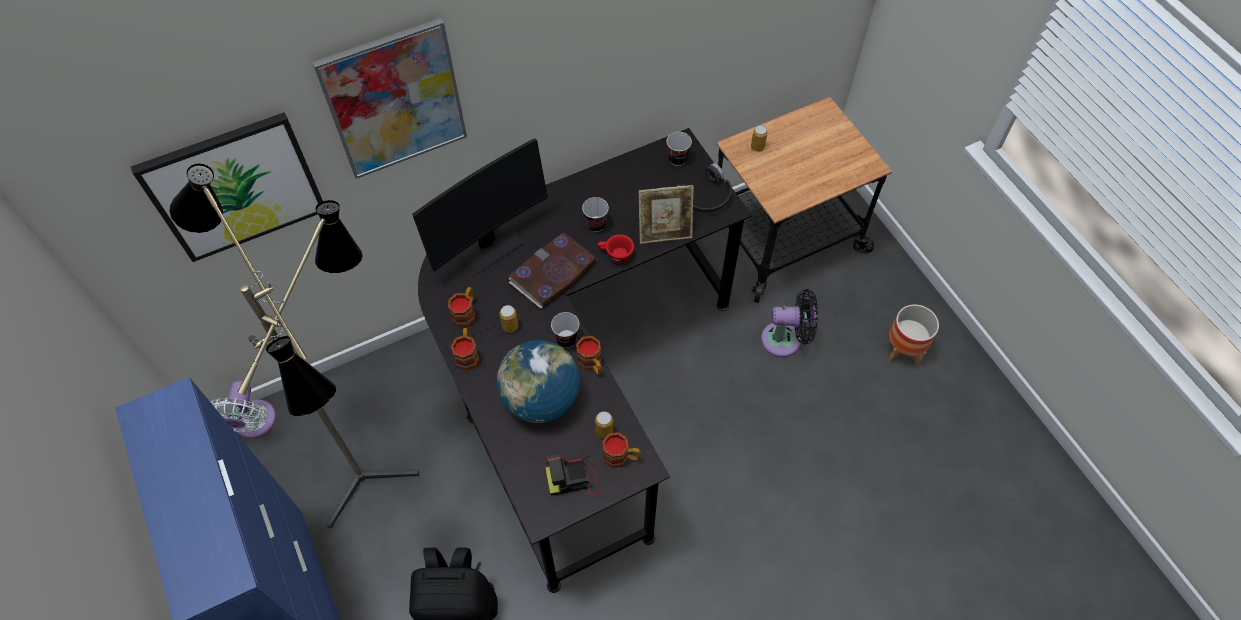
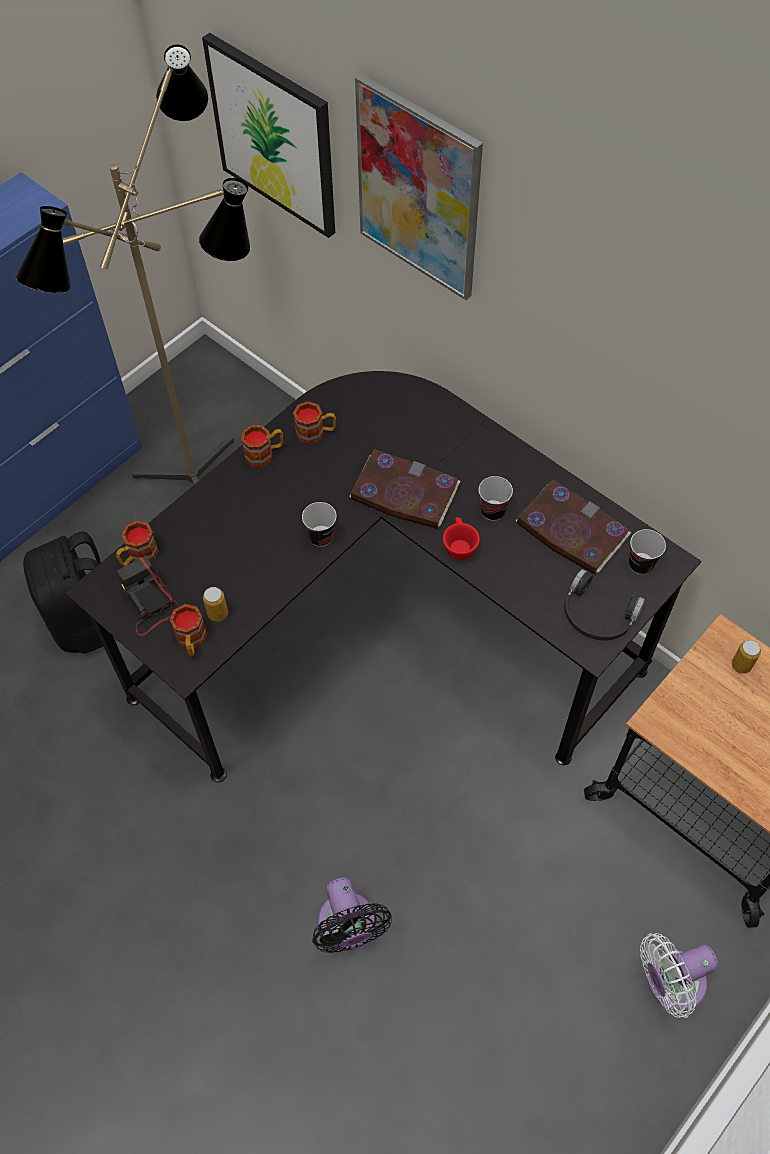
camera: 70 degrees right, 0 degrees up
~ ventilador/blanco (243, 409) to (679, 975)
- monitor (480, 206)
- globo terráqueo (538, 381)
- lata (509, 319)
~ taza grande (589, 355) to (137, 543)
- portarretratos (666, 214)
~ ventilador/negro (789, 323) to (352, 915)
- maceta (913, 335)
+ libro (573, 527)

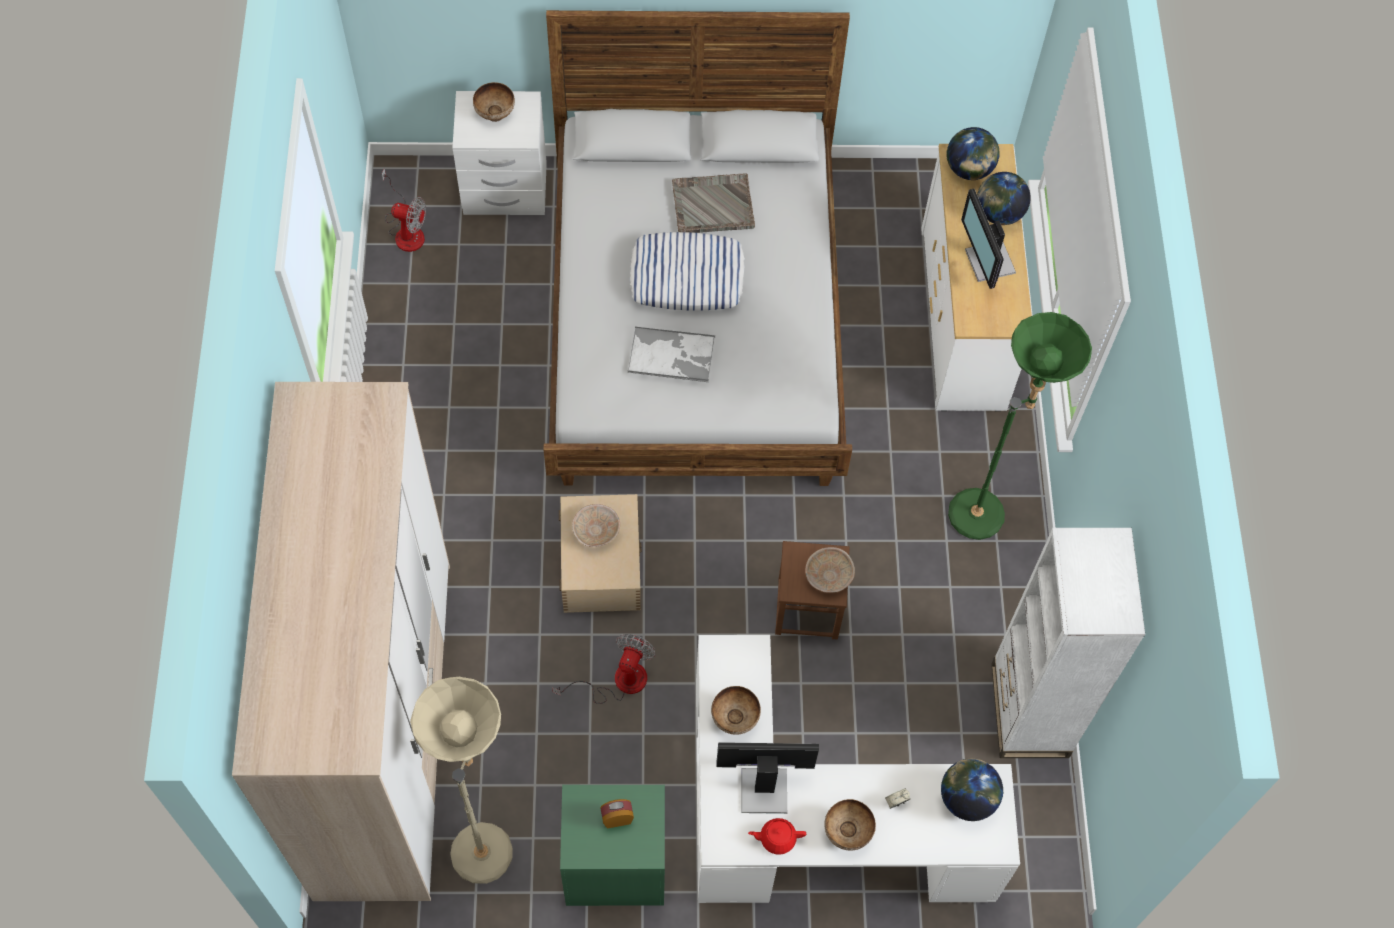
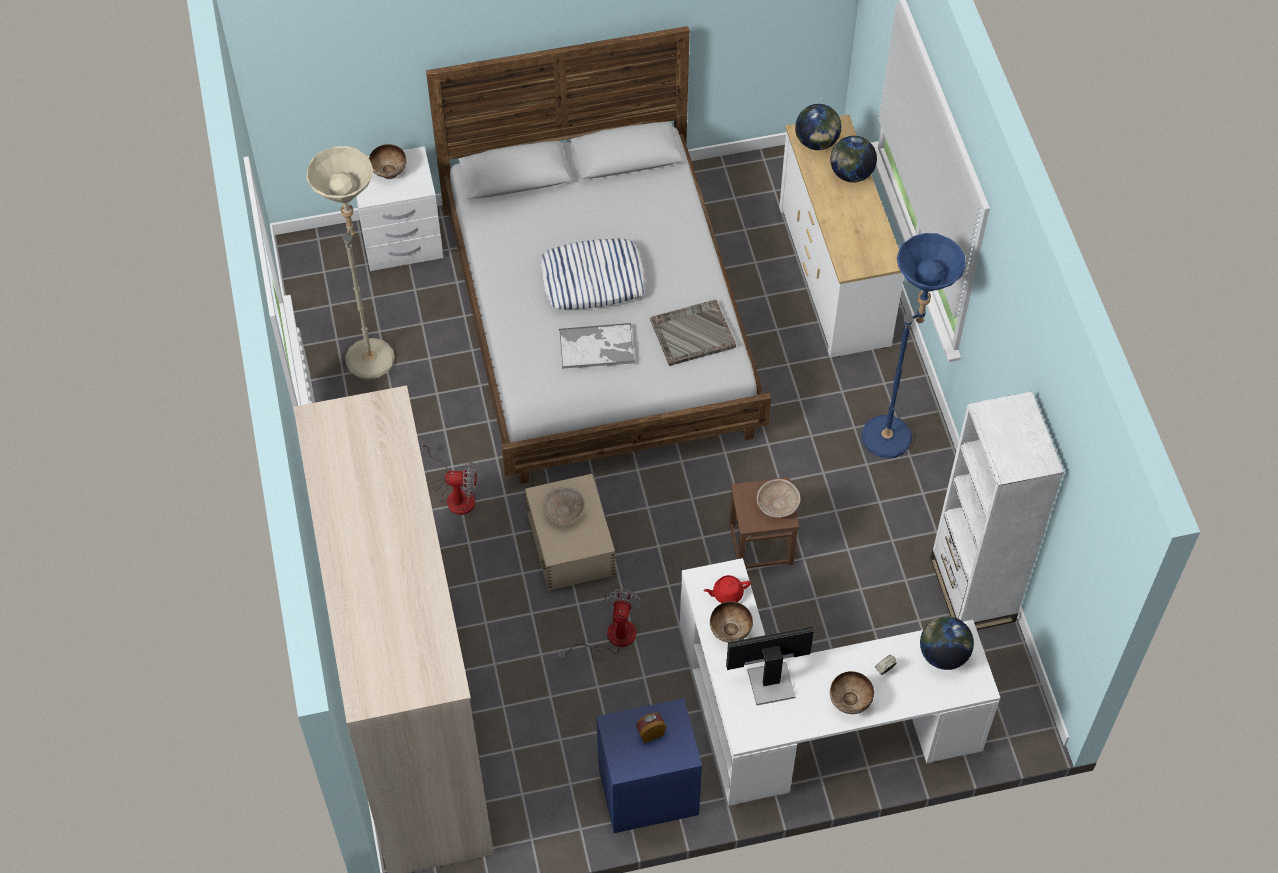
camera: 10 degrees left, 5 degrees down
~ ventilador (404, 210) to (449, 477)
~ lámpara de pie/beis (461, 780) to (350, 263)
~ mesita de noche/verde (612, 845) to mesita de noche/azul (649, 765)
~ bandeja/gris (713, 203) to (693, 333)
~ tetera/rojo (777, 836) to (727, 589)
~ lámpara de pie/verde (1020, 426) to lámpara de pie/azul (914, 345)
- monitor (988, 239)

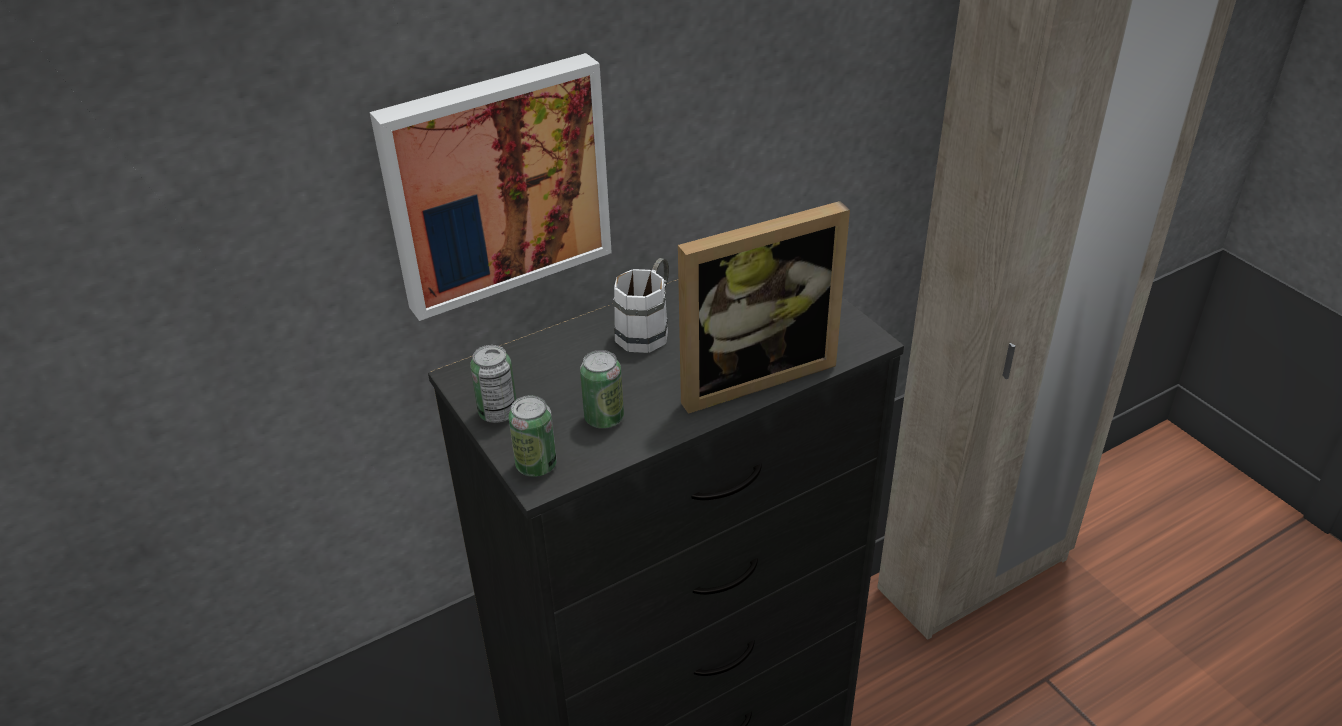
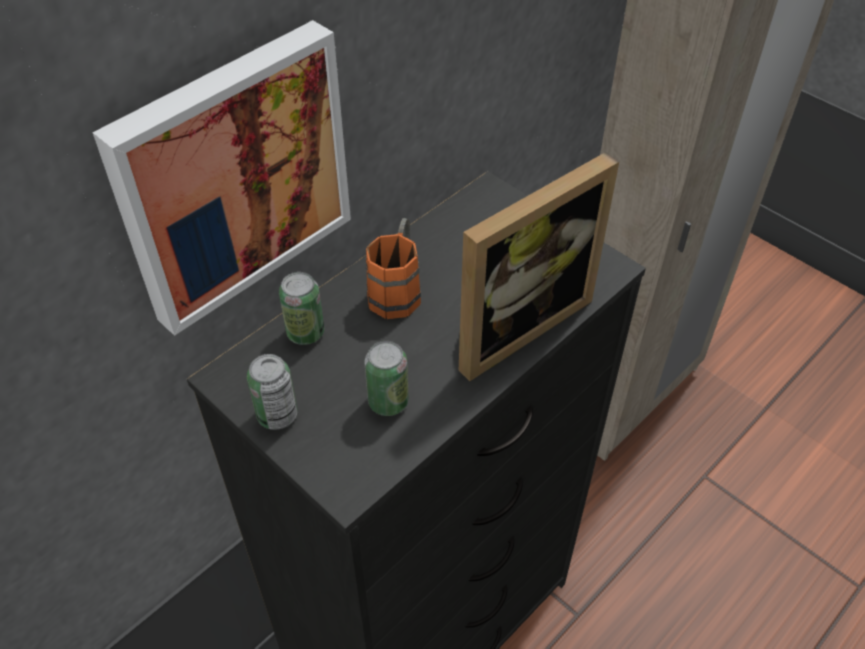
camera: 15 degrees left, 10 degrees up
~ lata (532, 436) to (301, 308)
~ taza grande/blanco (641, 305) to taza grande/naranja (393, 268)

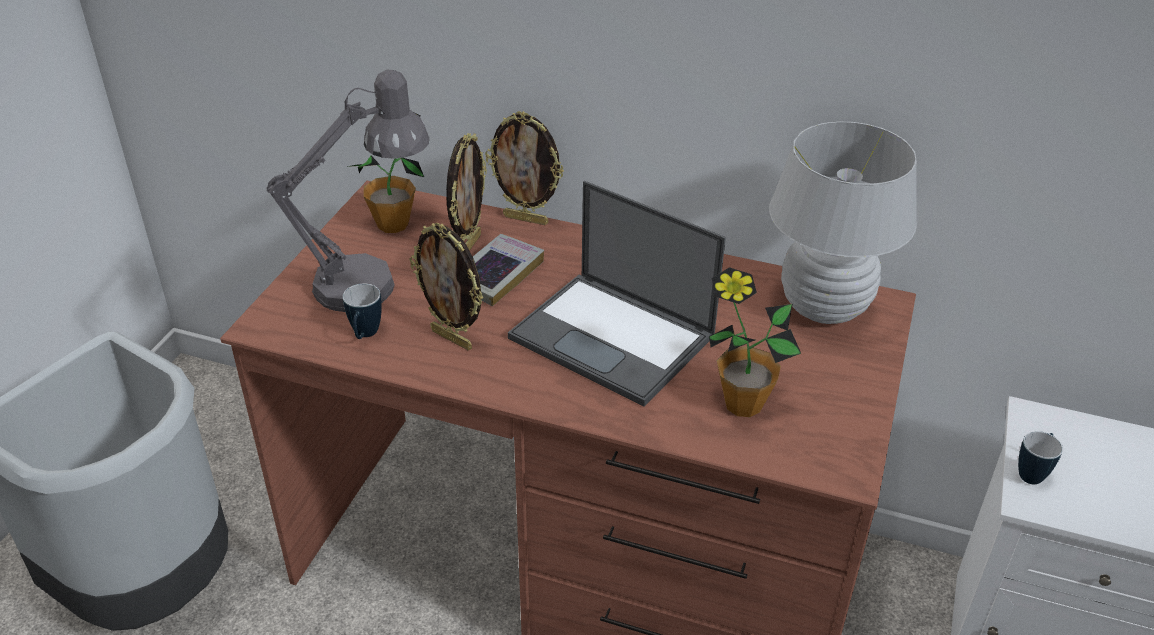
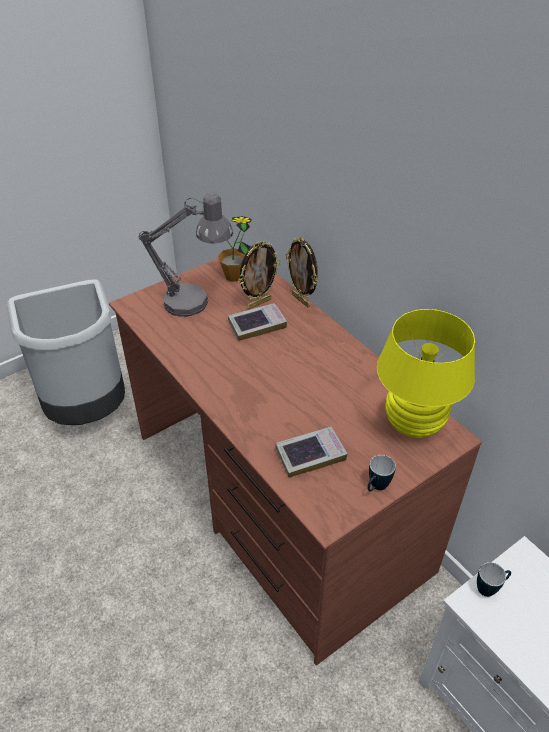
camera: 35 degrees right, 5 degrees up
~ taza grande (362, 311) to (381, 473)
- portarretratos (446, 286)
- portátil (617, 293)
~ planta en maceta (755, 342) to libro (311, 452)
~ lámpara de mesa/blanco (843, 223) to lámpara de mesa/amarillo (426, 373)

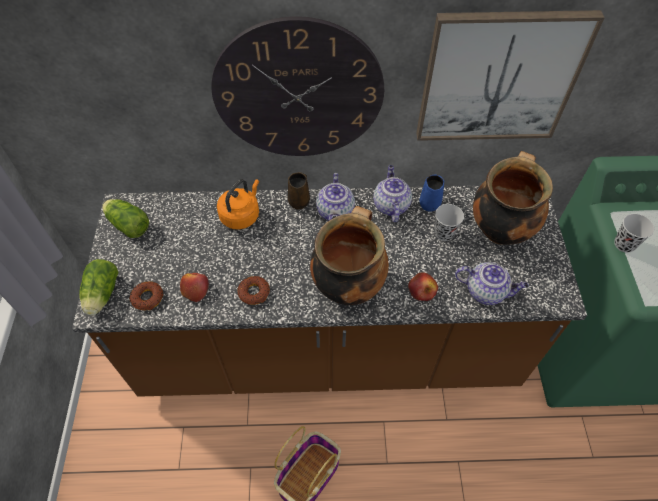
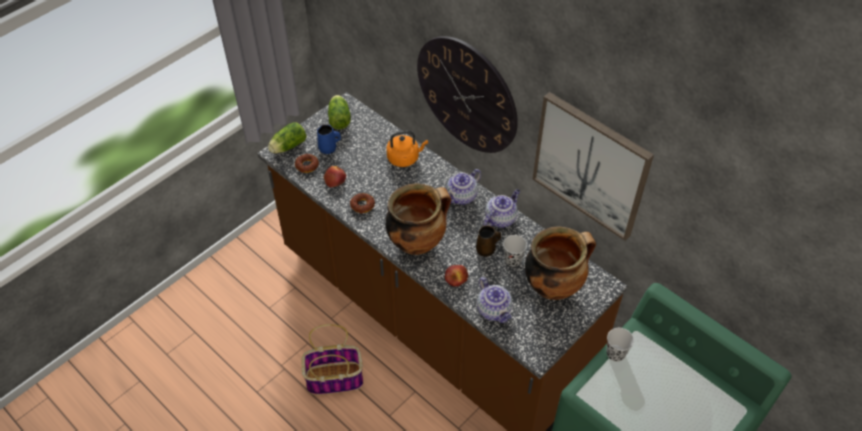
camera: 45 degrees right, 5 degrees down
~ taza grande/marrón (299, 191) to (488, 241)
~ taza grande/azul (431, 193) to (329, 139)

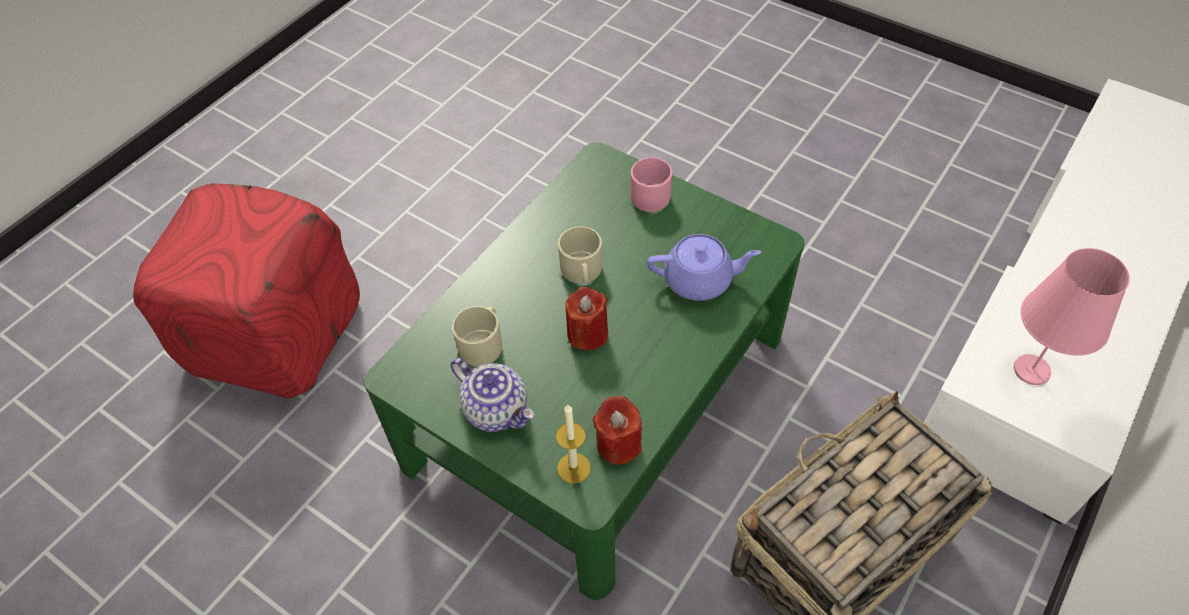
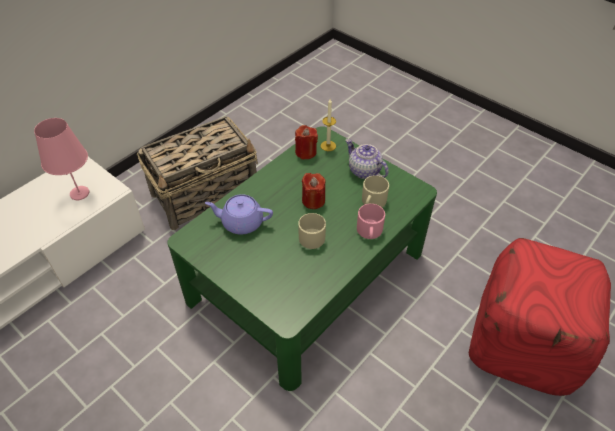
camera: 175 degrees left, 5 degrees down
~ taza grande/rosa (651, 185) to (371, 221)

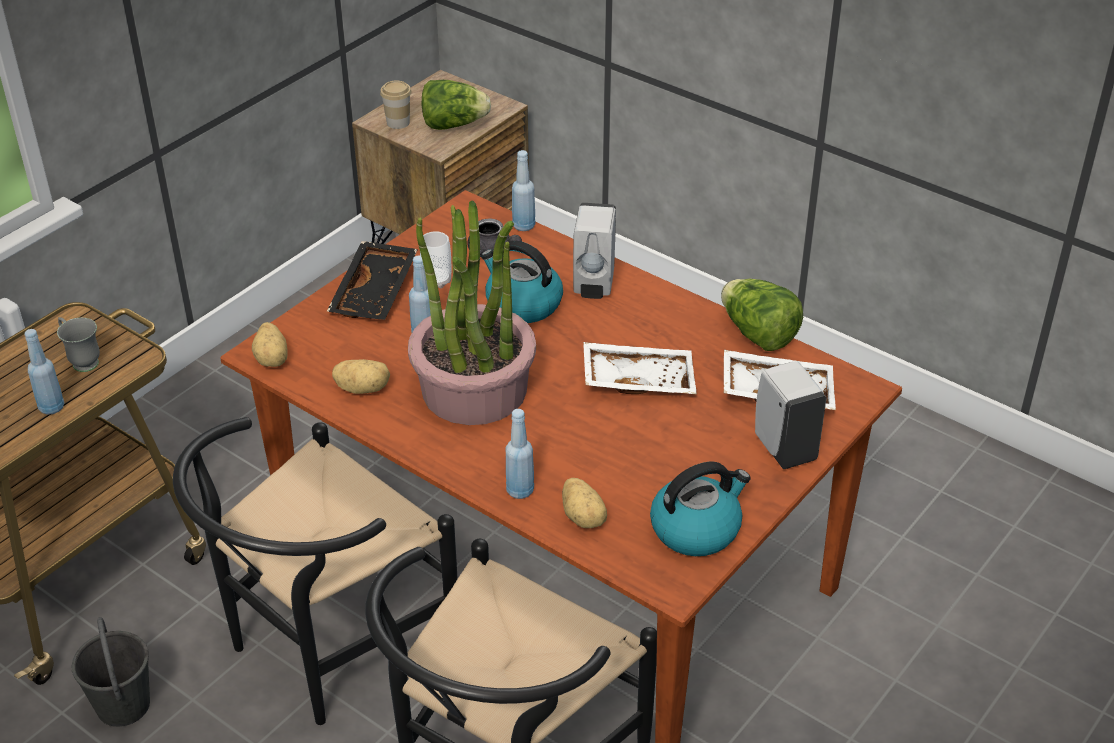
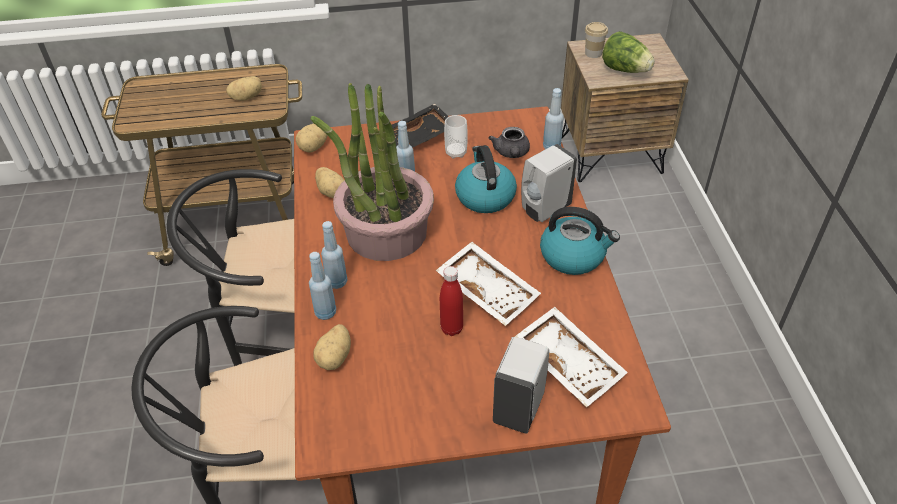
camera: 45 degrees right, 5 degrees up
~ botella/azul (45, 372) to (334, 255)
~ taza grande/gris (78, 344) to patata (244, 88)
- cubo/gris (111, 672)
~ hervidor (700, 509) to (580, 241)
- lechuga (762, 315)
+ botella/rojo (451, 301)

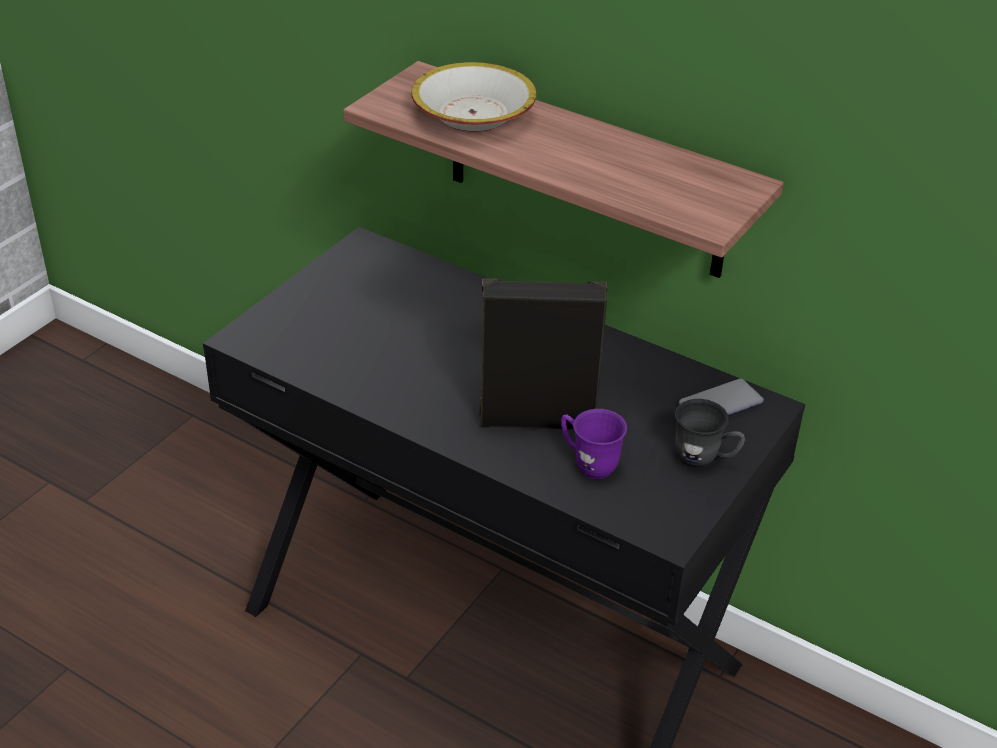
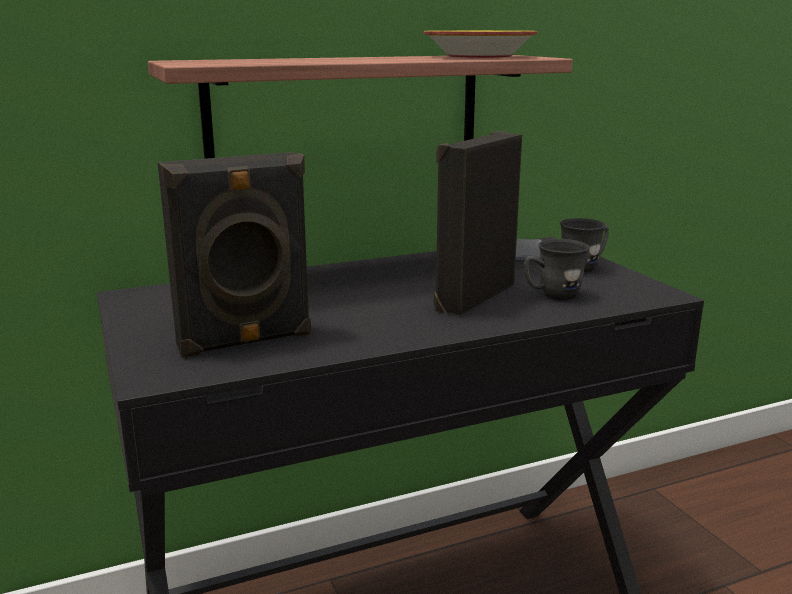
camera: 55 degrees left, 20 degrees down
~ cuenco (474, 97) to (480, 44)
~ taza grande/morado (594, 444) to taza grande/gris (556, 269)
+ altavoz/negro (234, 255)

